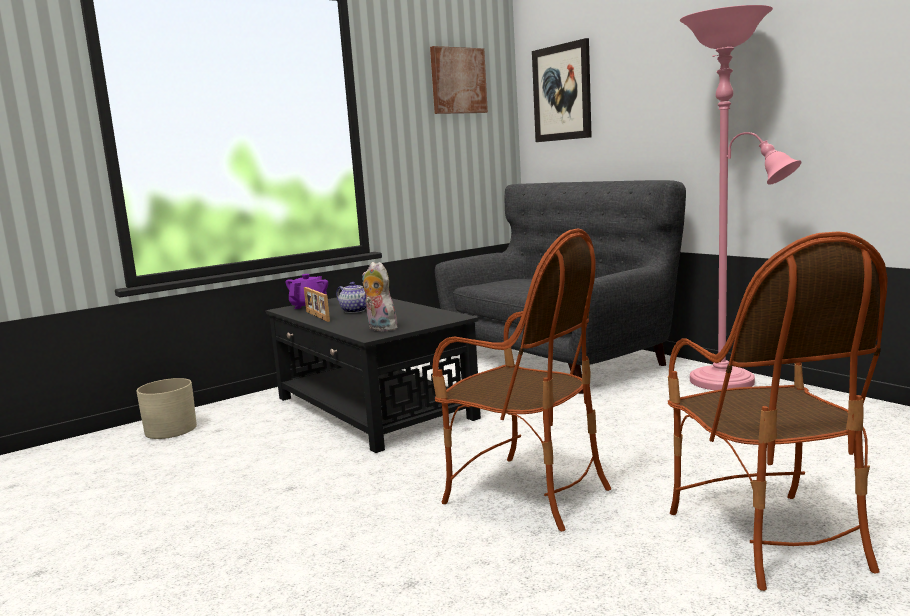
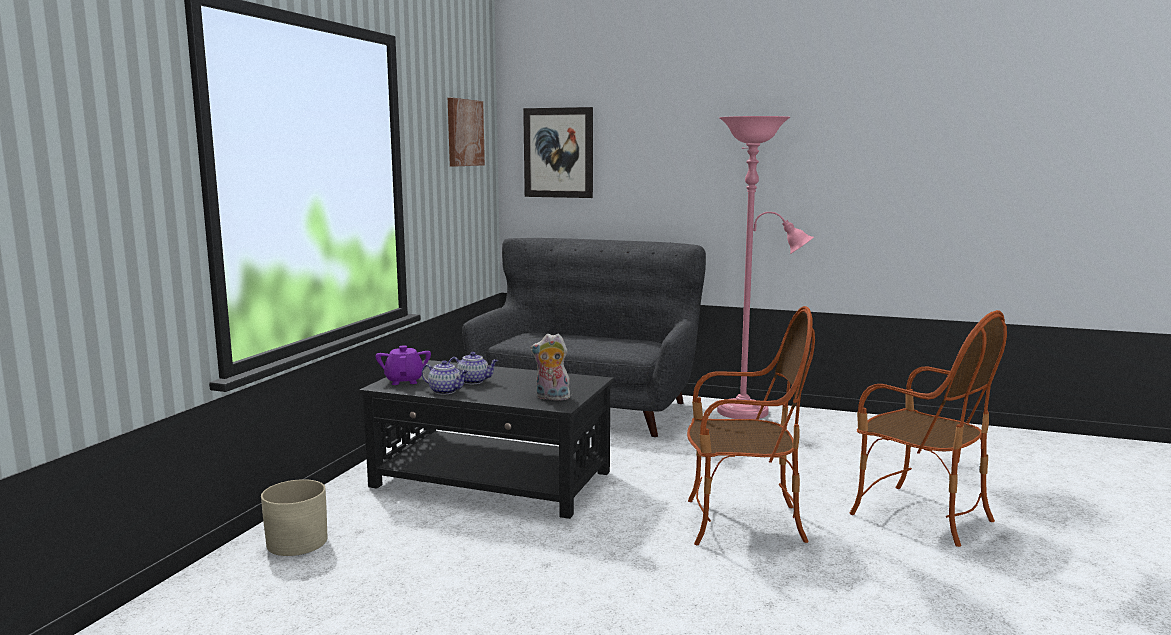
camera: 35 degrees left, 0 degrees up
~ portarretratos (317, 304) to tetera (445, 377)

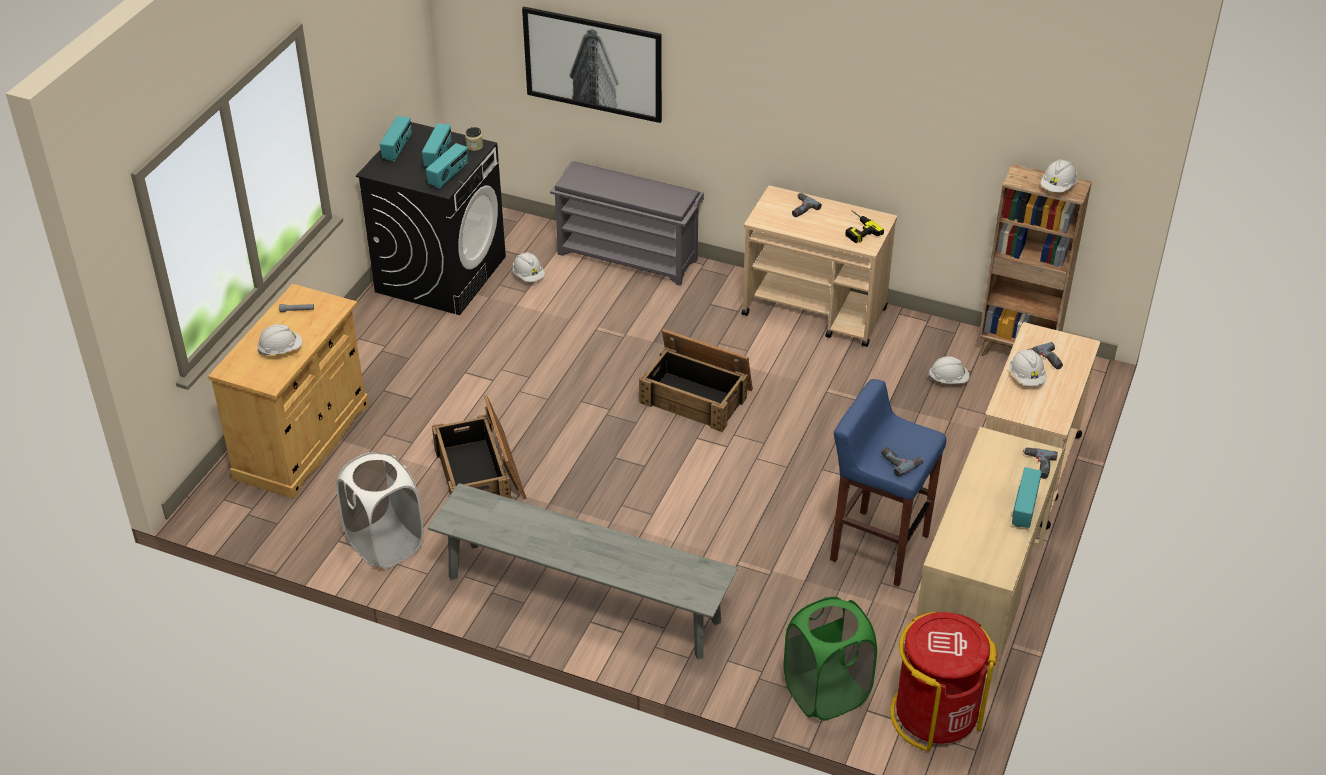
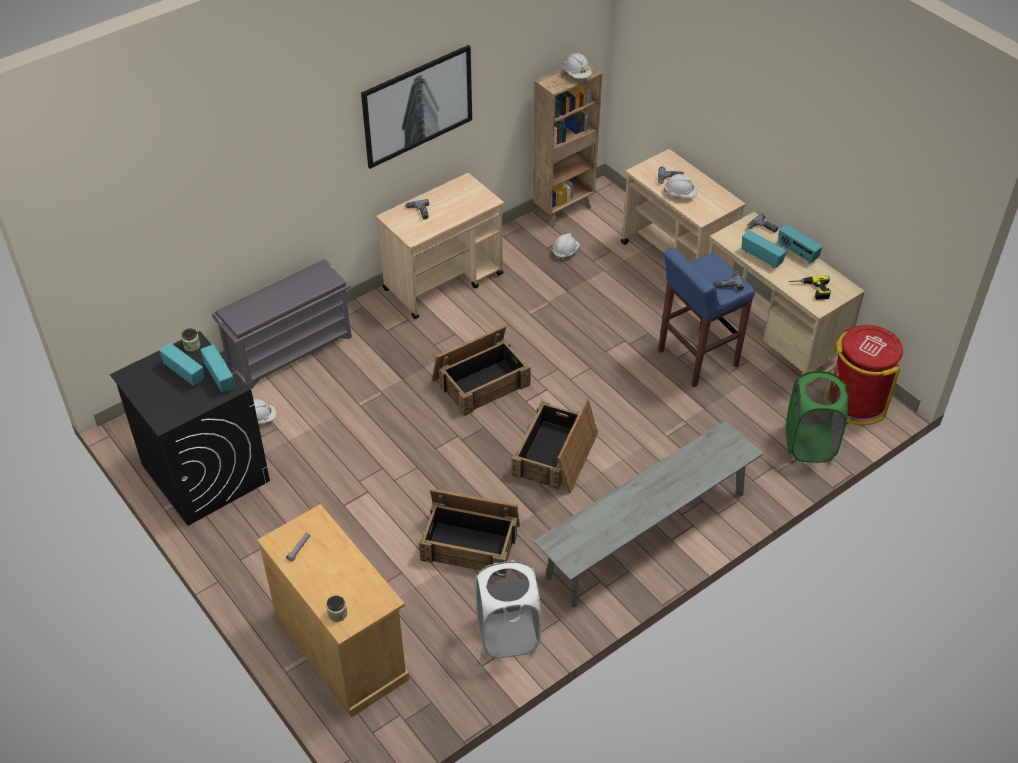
camera: 60 degrees left, 5 degrees up
- casco/blanco (279, 339)
~ radio (396, 139) to (764, 249)
~ cuadro (592, 65) to (416, 107)
~ taladro (864, 226) to (810, 287)
+ tarro (336, 608)
+ caja de embalaje (555, 445)

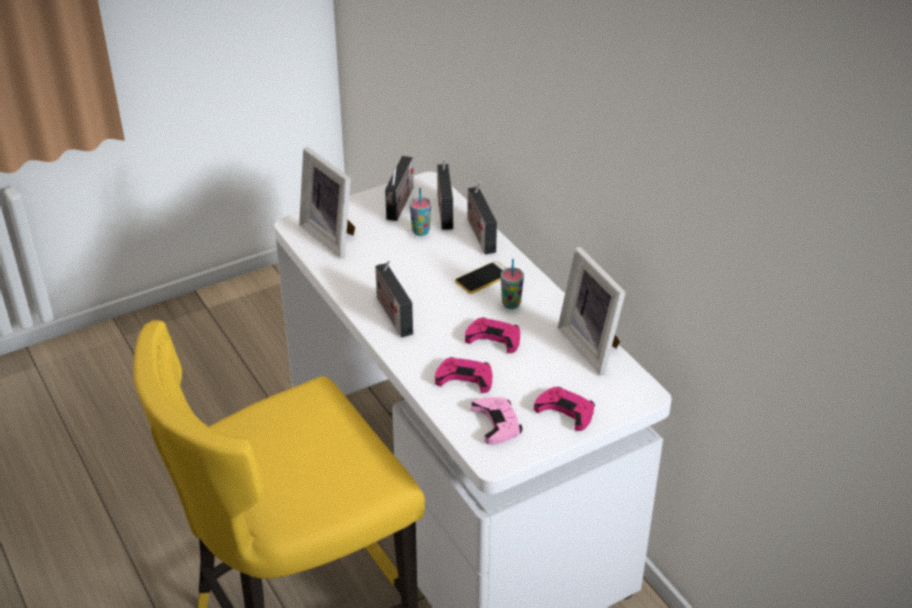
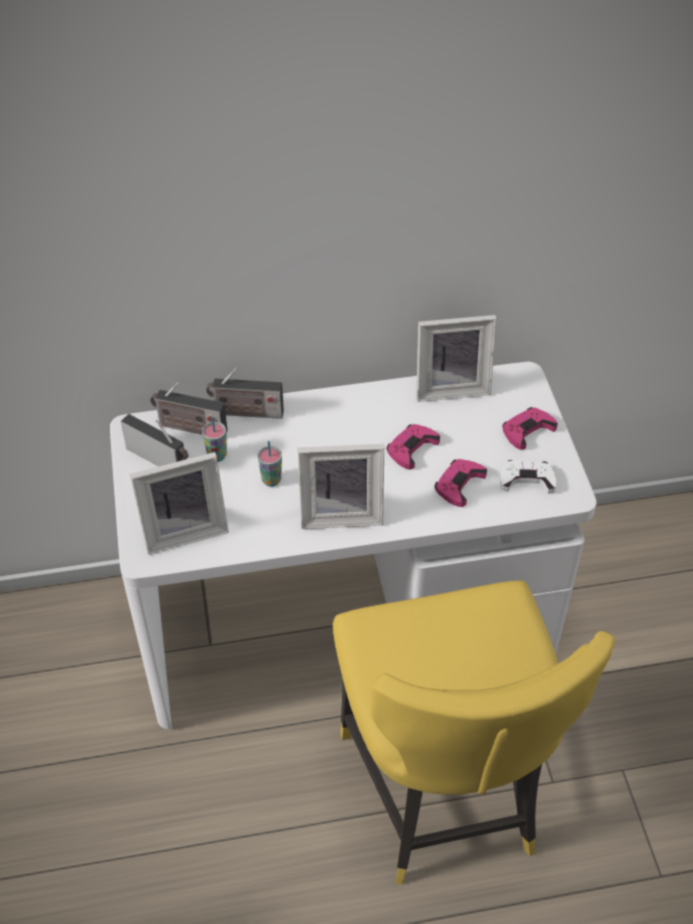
camera: 70 degrees left, 10 degrees up
~ radio (394, 298) to portarretratos (341, 486)
- móvil (480, 277)
~ mando de consola/rosa (496, 421) to mando de consola/blanco (528, 477)
~ taza (512, 284) to (270, 464)

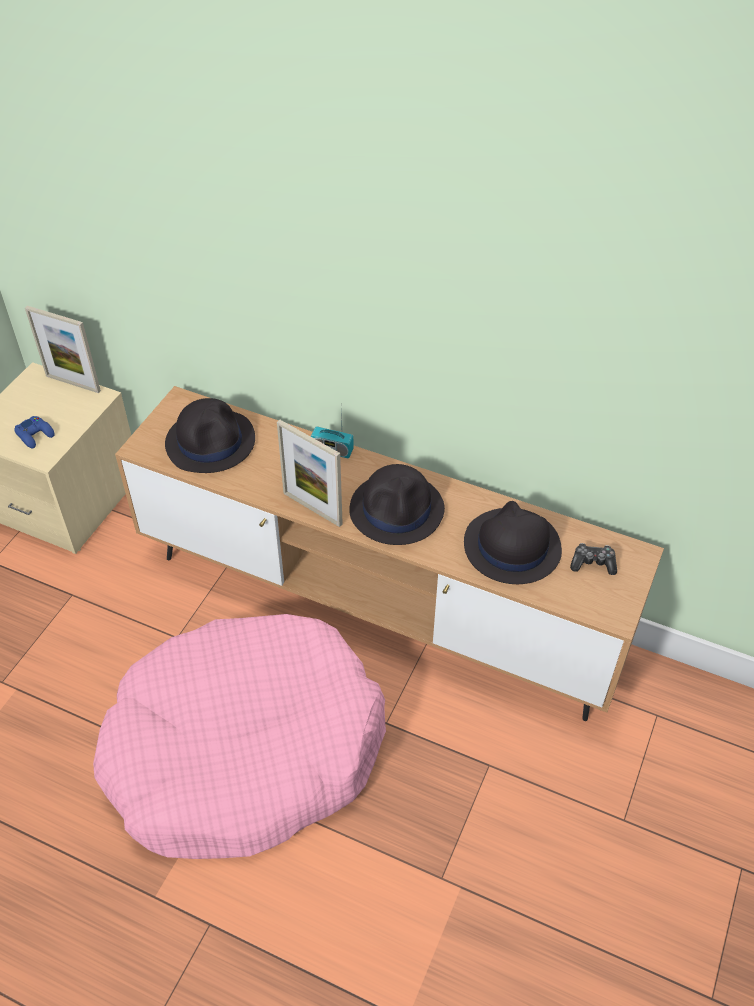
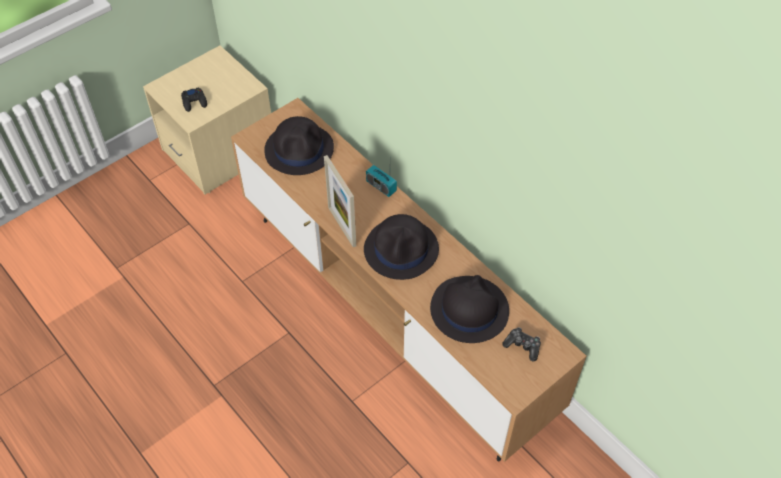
camera: 25 degrees right, 5 degrees up
~ mando de consola/azul (34, 432) to mando de consola/negro (194, 99)
- portarretratos (63, 349)
- cama para perro/rosa (239, 736)

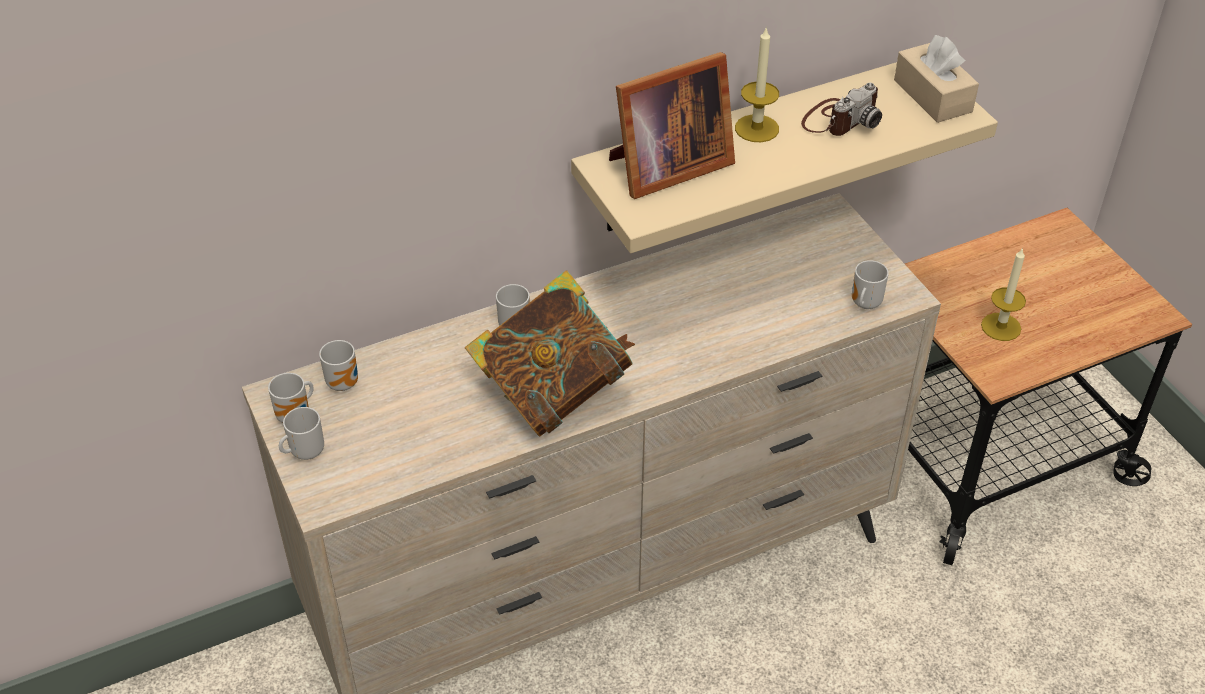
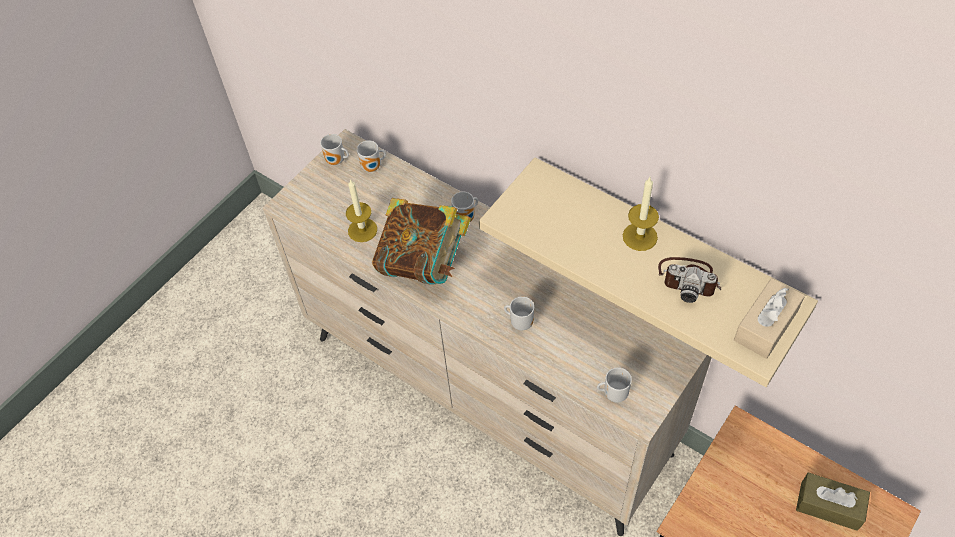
camera: 65 degrees right, 10 degrees up
~ taza grande (301, 433) to (519, 313)
- portarretratos (672, 125)
~ vela (1003, 294) to (361, 210)
+ caja de pañuelos/marrón (833, 501)

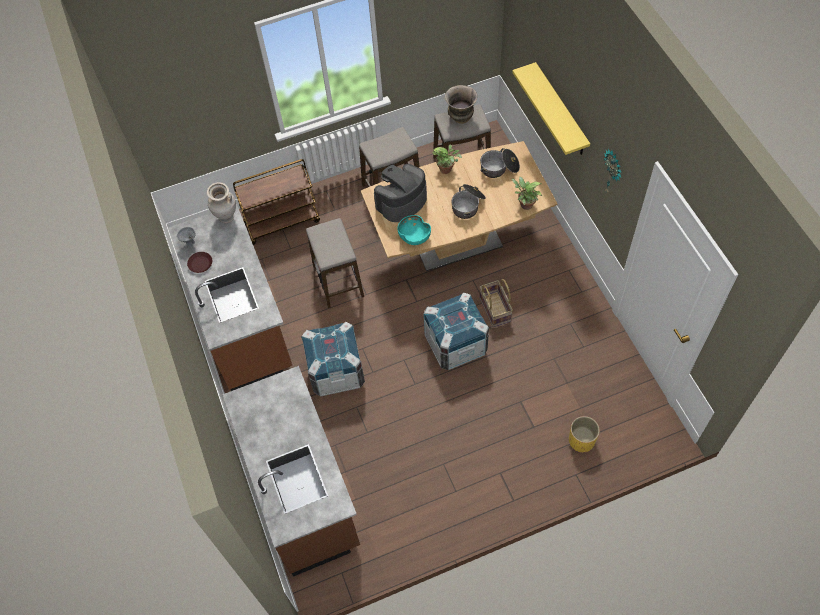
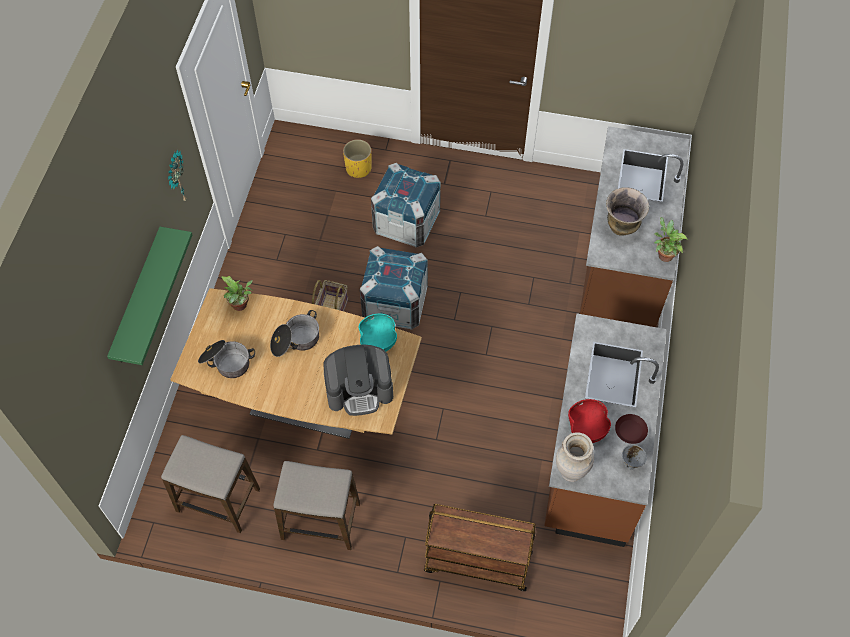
camera: 150 degrees left, 0 degrees up
~ caja de embalaje (333, 359) to (406, 205)
- taburete (335, 263)
~ planta en maceta (447, 159) to (671, 239)
~ florero (461, 104) to (627, 211)
~ estante/amarillo (551, 108) to estante/verde (149, 296)
+ cuenco/rojo (589, 421)

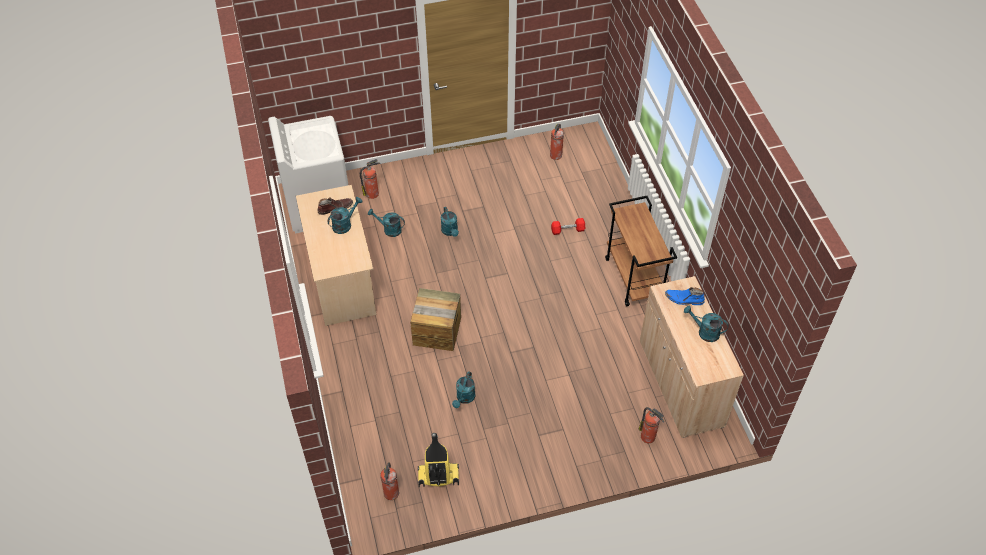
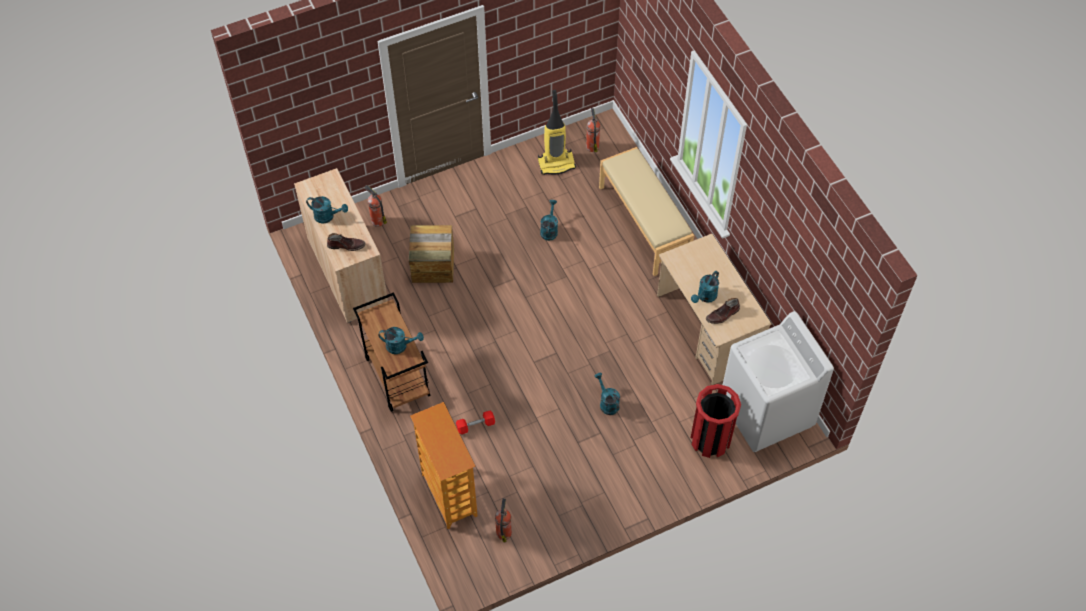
camera: 170 degrees right, 5 degrees up
~ extintor (370, 179) to papelera/rojo (716, 421)
~ regadera/turquesa (386, 223) to (401, 340)
~ caja de embalaje (435, 319) to (431, 254)
~ bota/azul (685, 296) to bota/marrón (346, 242)
+ estantería (444, 465)
+ banco/beis (646, 211)

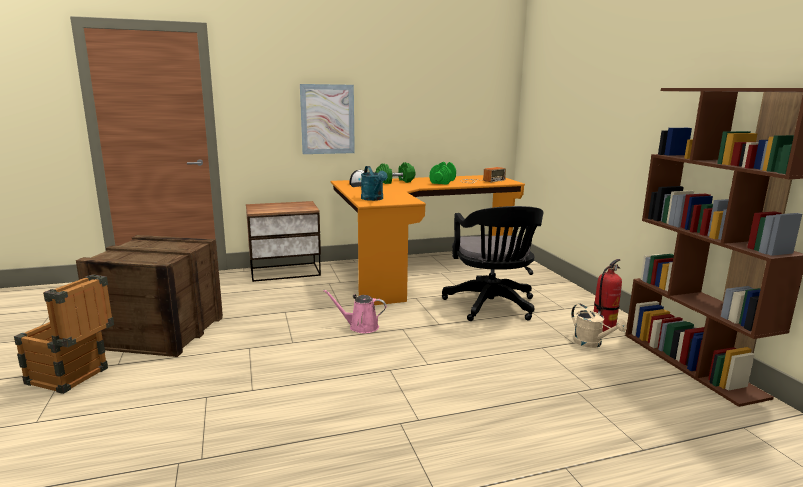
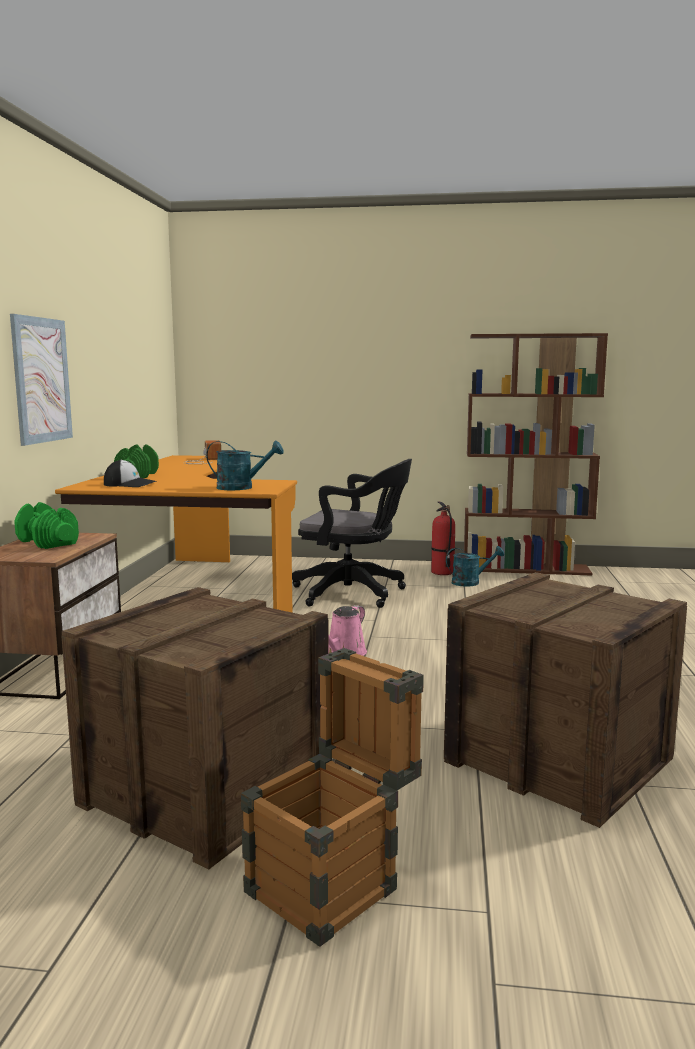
camera: 65 degrees left, 5 degrees down
~ mancuerna/verde (443, 173) to (46, 525)
~ regadera/beis (599, 326) to regadera/turquesa (475, 566)
+ caja de embalaje (565, 700)

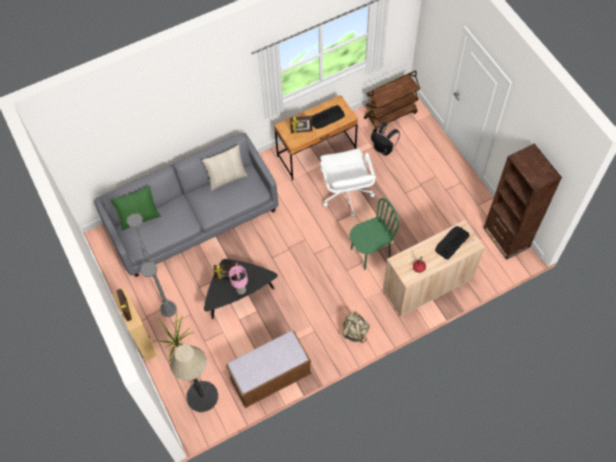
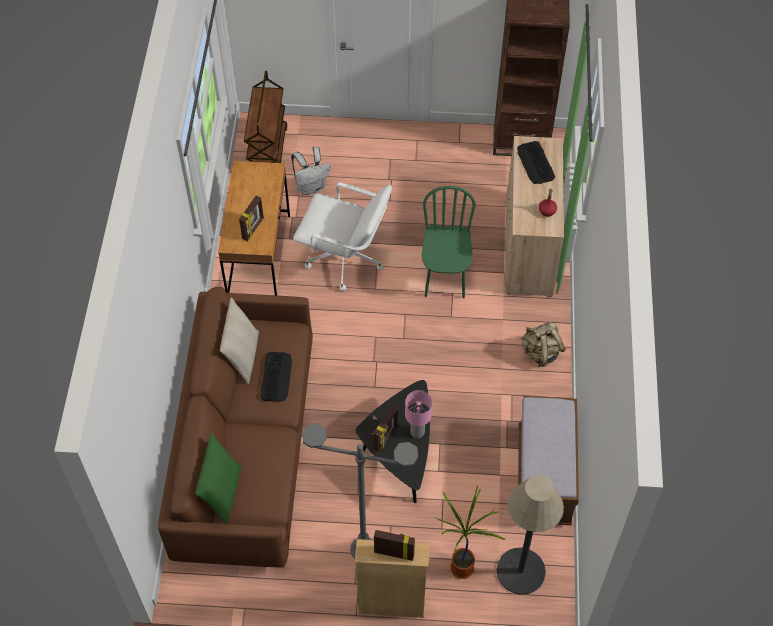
camera: 60 degrees left, 5 degrees down
~ sofá/gris (186, 204) to sofá/marrón (235, 427)
~ teclado (328, 117) to (276, 377)
~ mochila/negro (385, 139) to mochila/blanco (311, 170)

